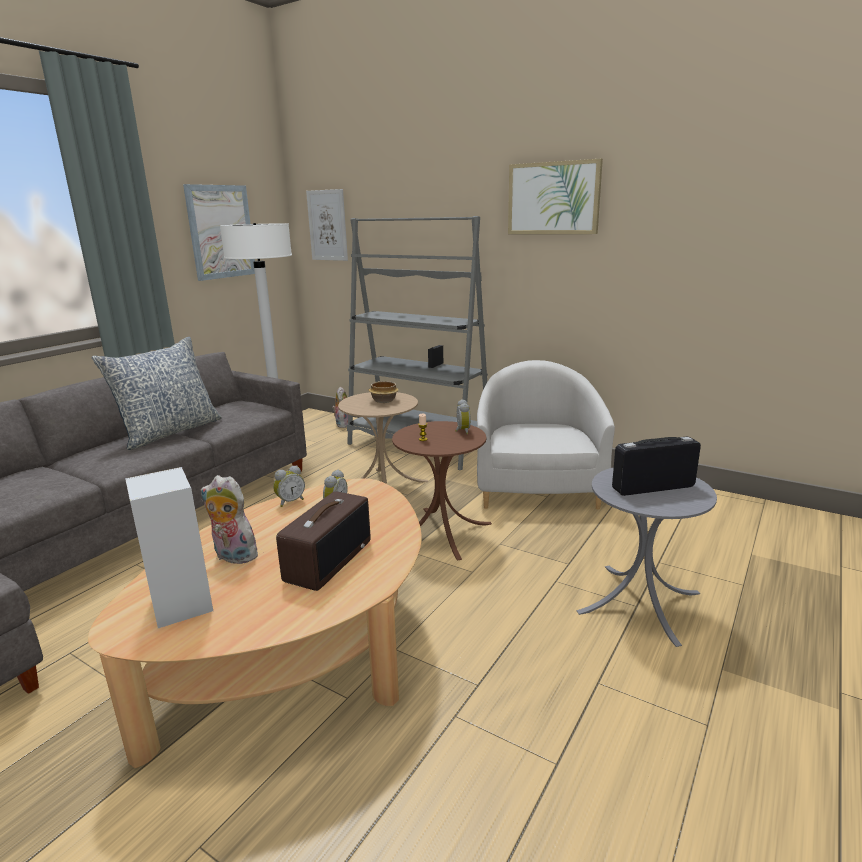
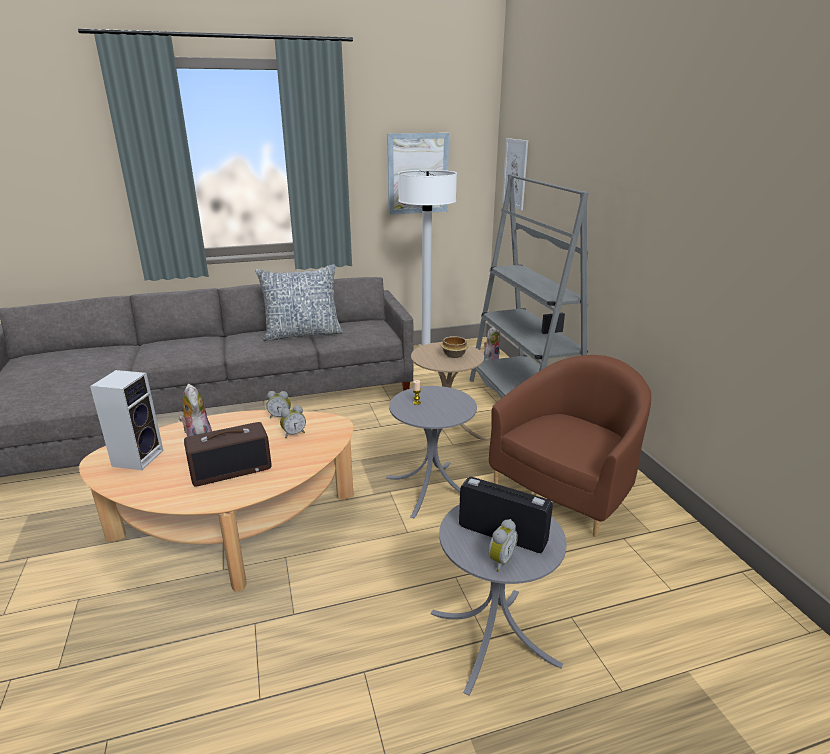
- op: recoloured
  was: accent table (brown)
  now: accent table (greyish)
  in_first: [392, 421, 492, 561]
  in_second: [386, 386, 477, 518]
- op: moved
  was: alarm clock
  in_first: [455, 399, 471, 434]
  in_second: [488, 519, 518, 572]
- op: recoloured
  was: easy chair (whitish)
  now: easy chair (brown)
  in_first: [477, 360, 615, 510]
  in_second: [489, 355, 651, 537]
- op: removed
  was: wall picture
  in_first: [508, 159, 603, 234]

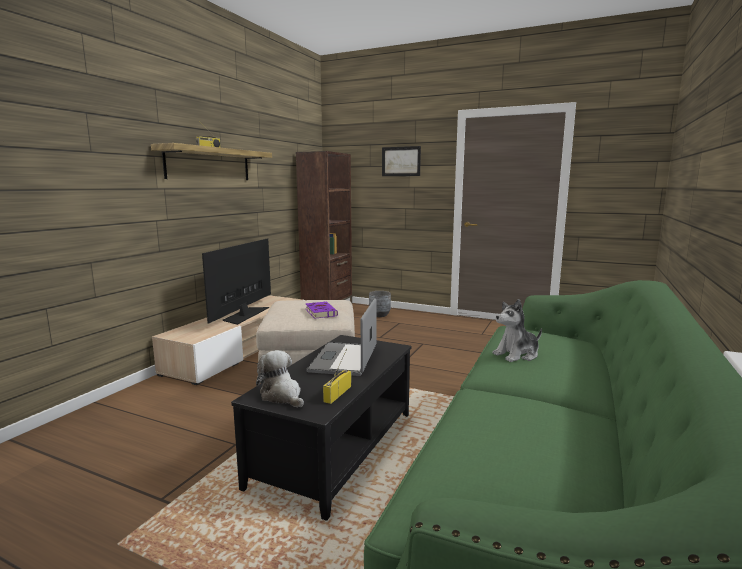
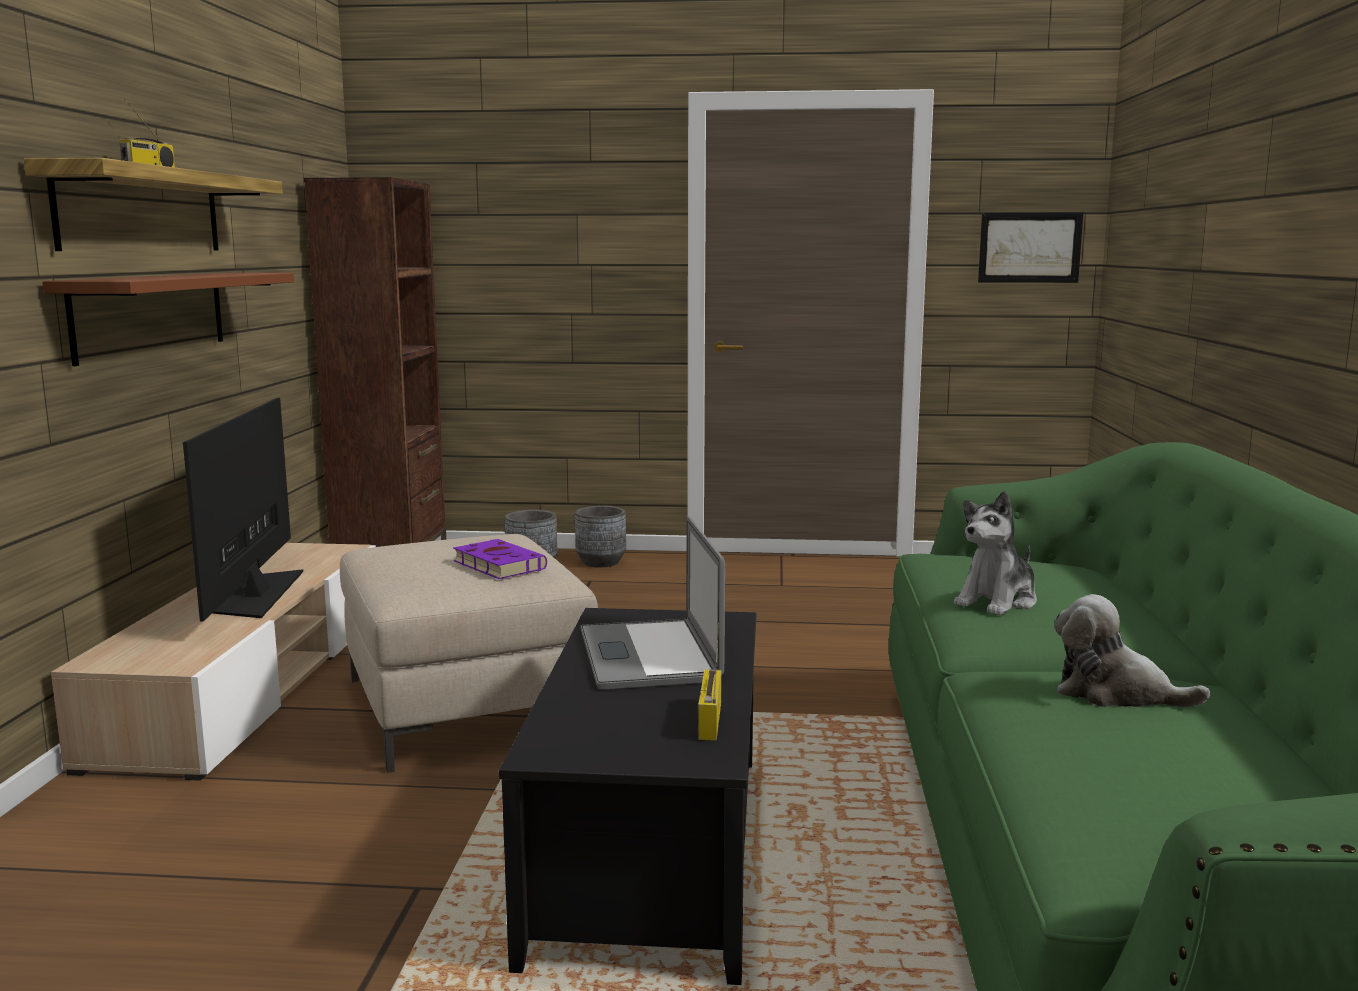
- op: added
  now: bracket shelf (brown)
  in_second: [43, 273, 294, 366]
- op: added
  now: planter (greyish)
  in_second: [575, 506, 626, 567]
- op: moved
  was: wall picture
  in_first: [382, 146, 421, 176]
  in_second: [978, 212, 1083, 283]
- op: moved
  was: cuddly toy
  in_first: [256, 350, 304, 408]
  in_second: [1054, 594, 1210, 708]

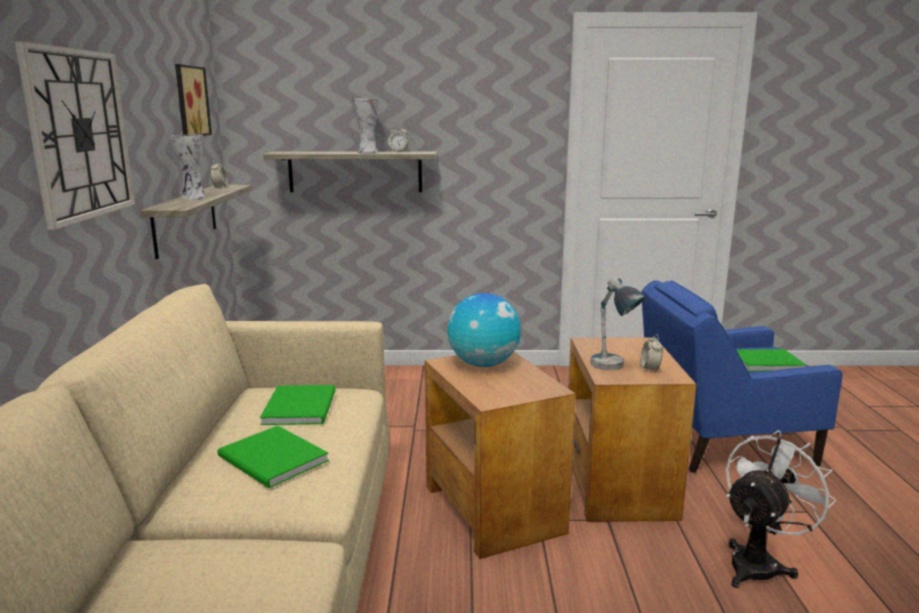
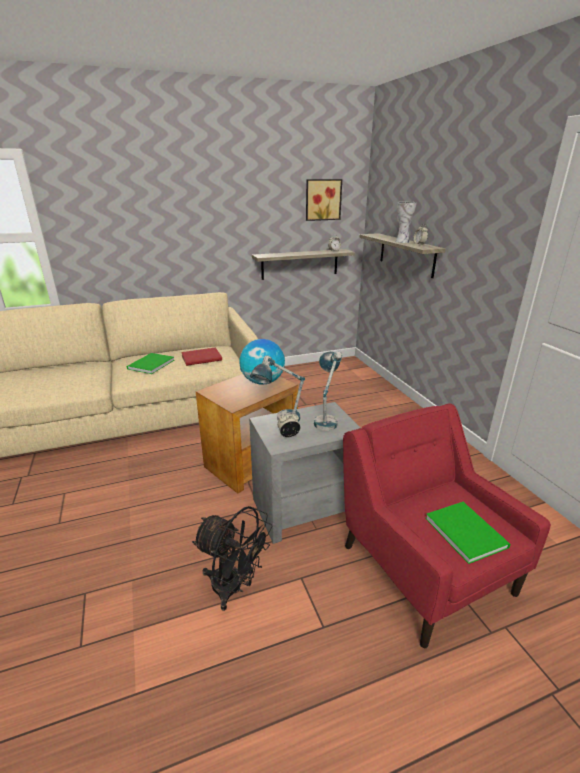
- op: recoloured
  was: book (green-coloured)
  now: book (reddish)
  in_first: [260, 385, 335, 425]
  in_second: [181, 347, 222, 366]
- op: recoloured
  was: cooling fan (whitish)
  now: cooling fan (black-coloured)
  in_first: [726, 430, 836, 588]
  in_second: [192, 506, 272, 611]
- op: recoloured
  was: accent table (brown)
  now: accent table (greyish)
  in_first: [568, 337, 697, 522]
  in_second: [249, 402, 361, 544]
- op: added
  now: table lamp
  in_second: [314, 351, 342, 431]
- op: recoloured
  was: easy chair (blue-coloured)
  now: easy chair (reddish)
  in_first: [642, 280, 843, 473]
  in_second: [343, 403, 551, 648]
- op: removed
  was: hanging clock
  in_first: [15, 41, 135, 230]
- op: removed
  was: decorative vase
  in_first: [171, 135, 207, 200]

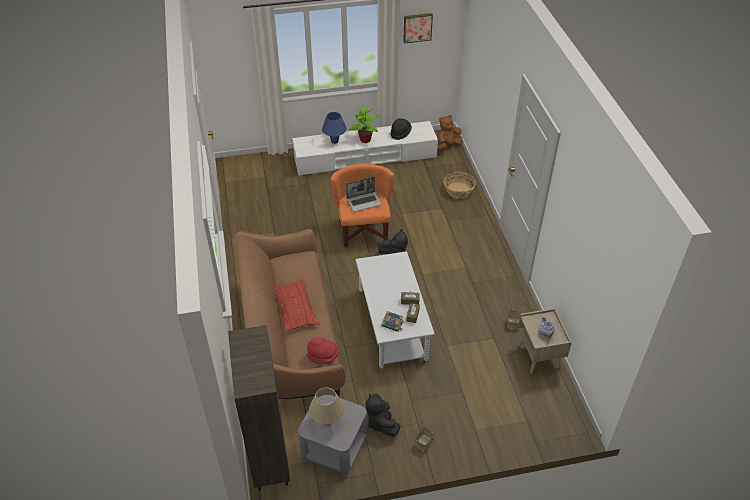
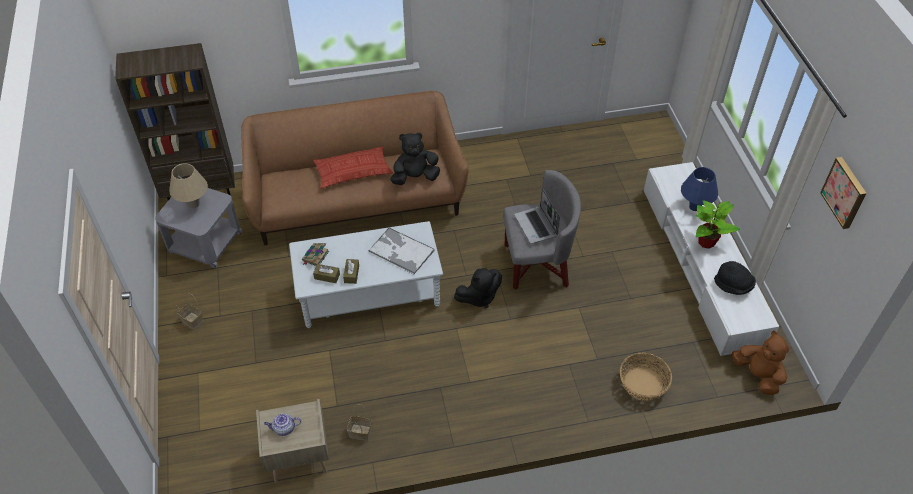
- op: added
  now: tray
  in_second: [368, 228, 435, 275]
- op: moved
  was: cuddly toy (black-coloured)
  in_first: [366, 393, 400, 436]
  in_second: [390, 132, 440, 185]
- op: recoloured
  was: easy chair (orange-coloured)
  now: easy chair (greyish)
  in_first: [331, 164, 394, 248]
  in_second: [503, 170, 581, 290]
- op: removed
  was: clothing hat (reddish)
  in_first: [307, 337, 339, 364]

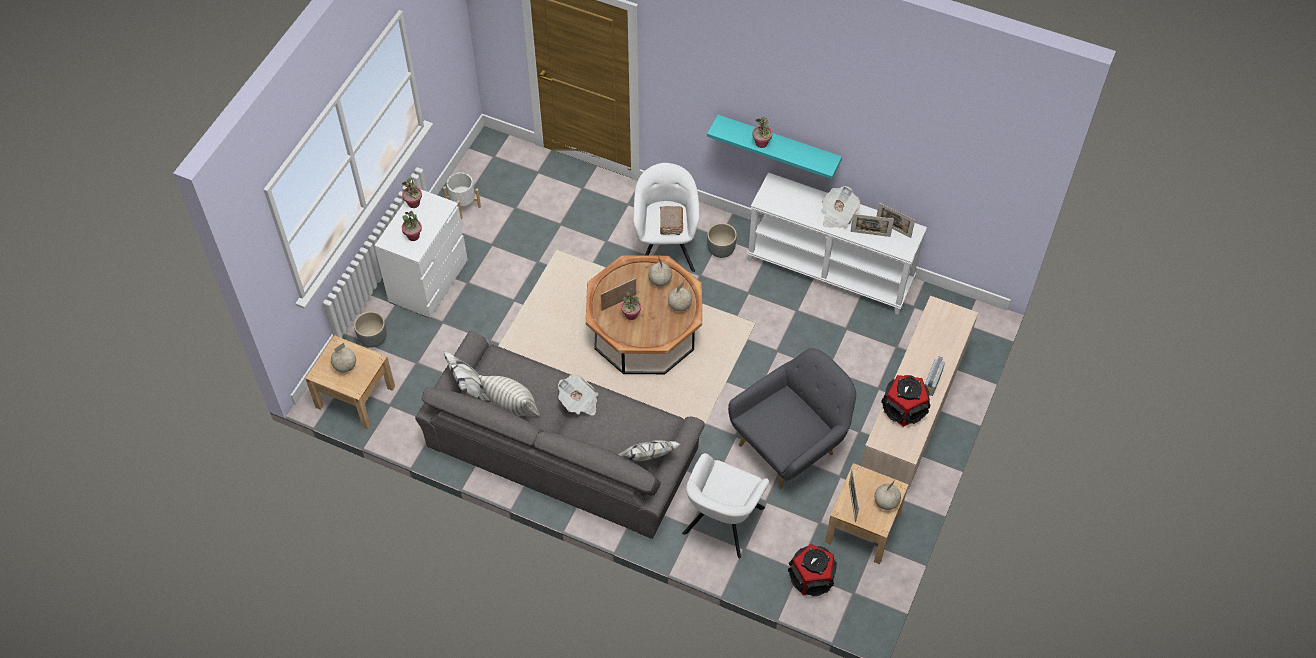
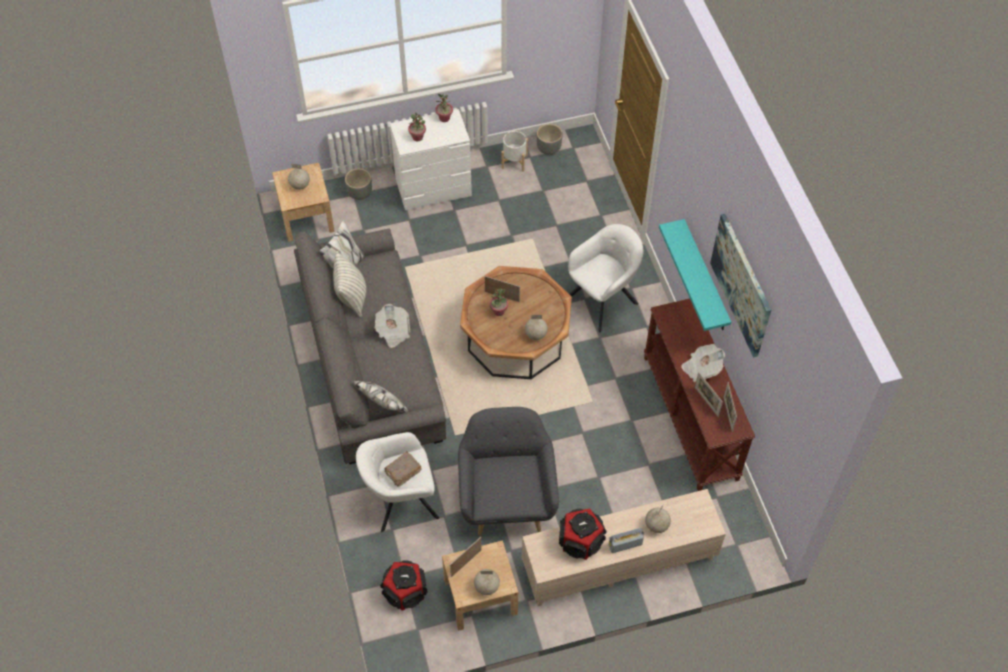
- op: moved
  was: book (brown)
  in_first: [660, 206, 683, 235]
  in_second: [384, 451, 421, 487]
- op: turned
  was: easy chair (greyish)
  in_first: [728, 348, 856, 489]
  in_second: [458, 407, 559, 536]
  clockwise: -105
- op: moved
  was: planter (greyish)
  in_first: [707, 223, 737, 258]
  in_second: [537, 124, 563, 155]
- op: recoloured
  was: console table (whitish)
  now: console table (brown)
  in_first: [747, 172, 927, 315]
  in_second: [644, 299, 755, 491]
- op: moved
  was: globe
  in_first: [648, 256, 672, 287]
  in_second: [645, 505, 671, 533]
- op: added
  now: wall picture
  in_second: [710, 214, 771, 357]
- op: removed
  was: houseplant
  in_first: [752, 116, 772, 148]

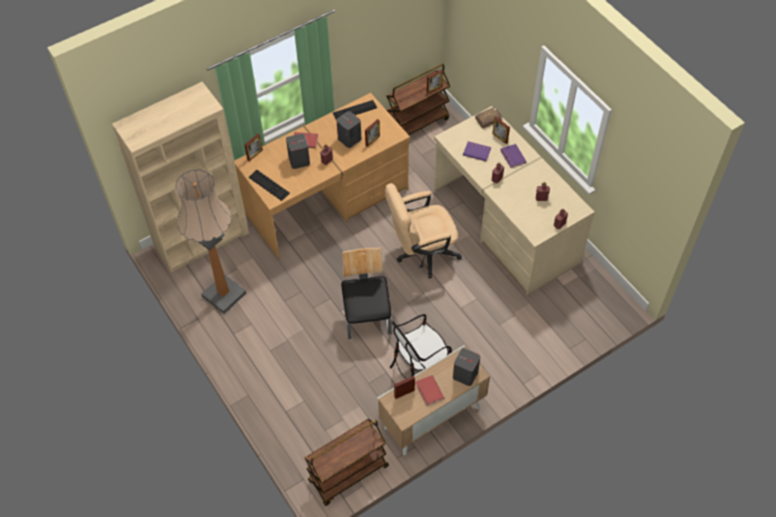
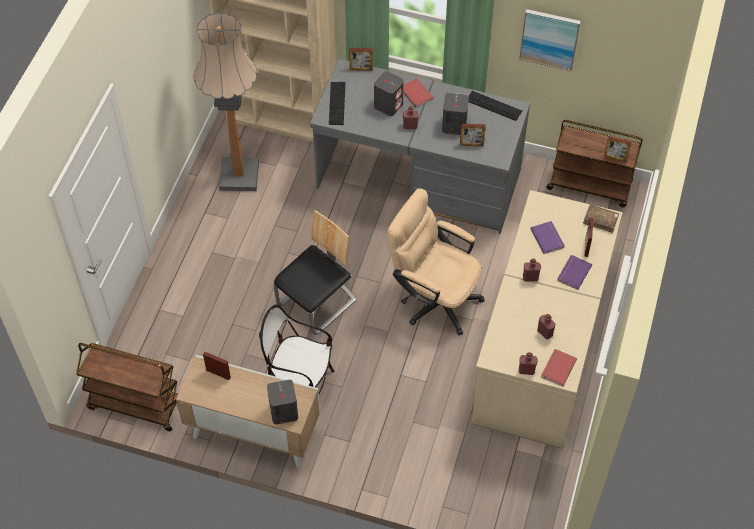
- op: recoloured
  was: desk unit (brown)
  now: desk unit (greyish)
  in_first: [234, 93, 410, 259]
  in_second: [310, 59, 530, 234]
- op: added
  now: wall picture
  in_second: [519, 9, 581, 71]
- op: moved
  was: book (reddish)
  in_first: [415, 375, 444, 406]
  in_second: [541, 349, 577, 386]

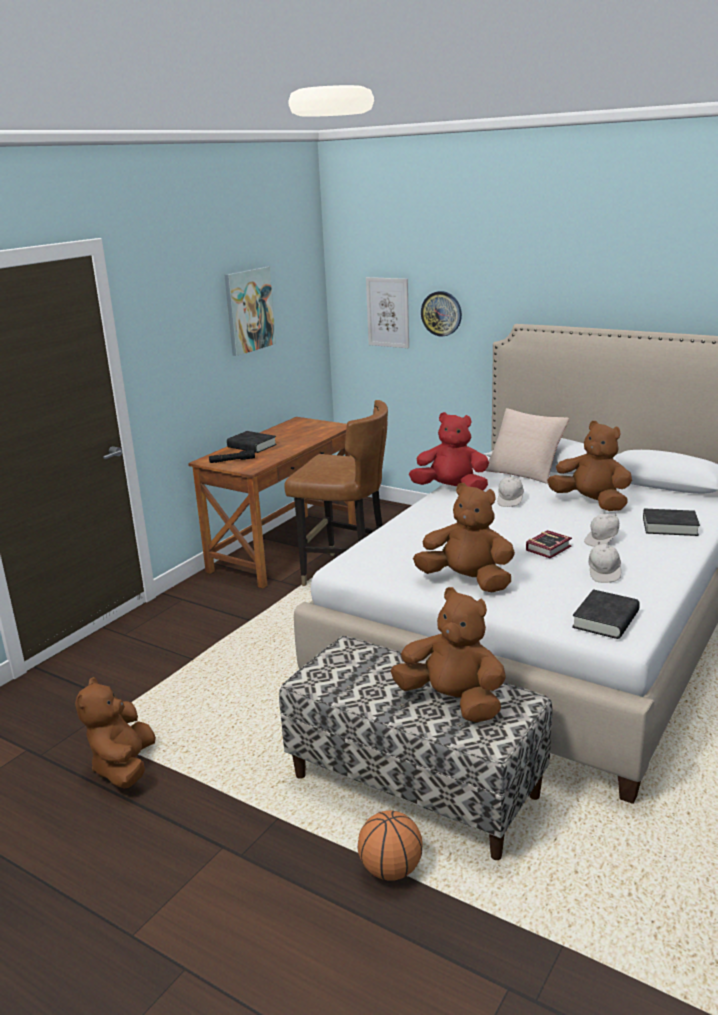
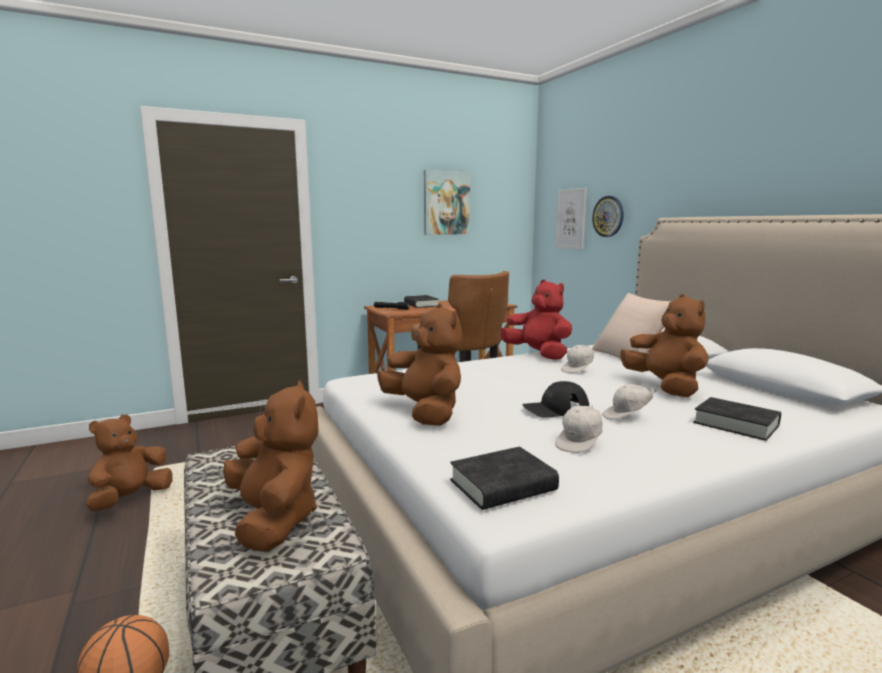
- op: replaced
  was: book
  now: cap (black-coloured)
  in_first: [526, 530, 572, 558]
  in_second: [522, 381, 589, 418]

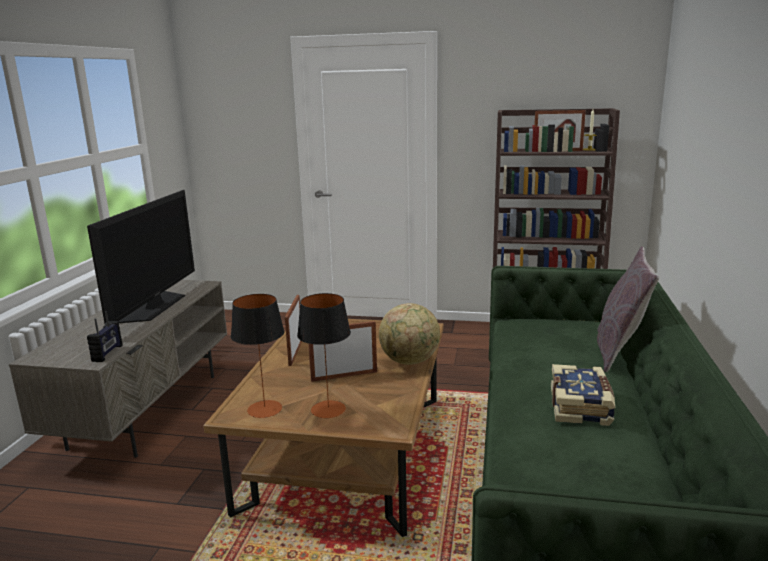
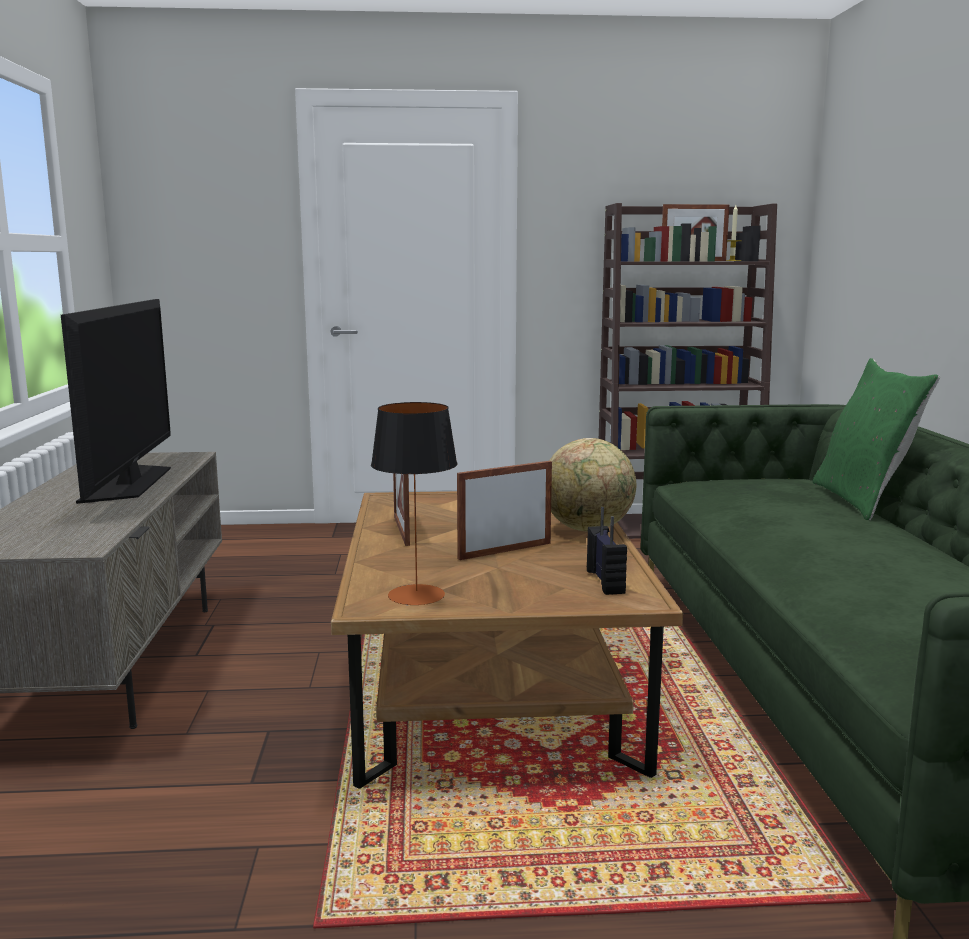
- op: moved
  was: radio
  in_first: [87, 311, 123, 362]
  in_second: [587, 507, 627, 595]
- op: recoloured
  was: throw pillow (greyish)
  now: throw pillow (green-coloured)
  in_first: [597, 246, 659, 372]
  in_second: [812, 358, 940, 520]
- op: removed
  was: table lamp
  in_first: [297, 293, 351, 418]
- op: removed
  was: book
  in_first: [551, 364, 615, 426]

